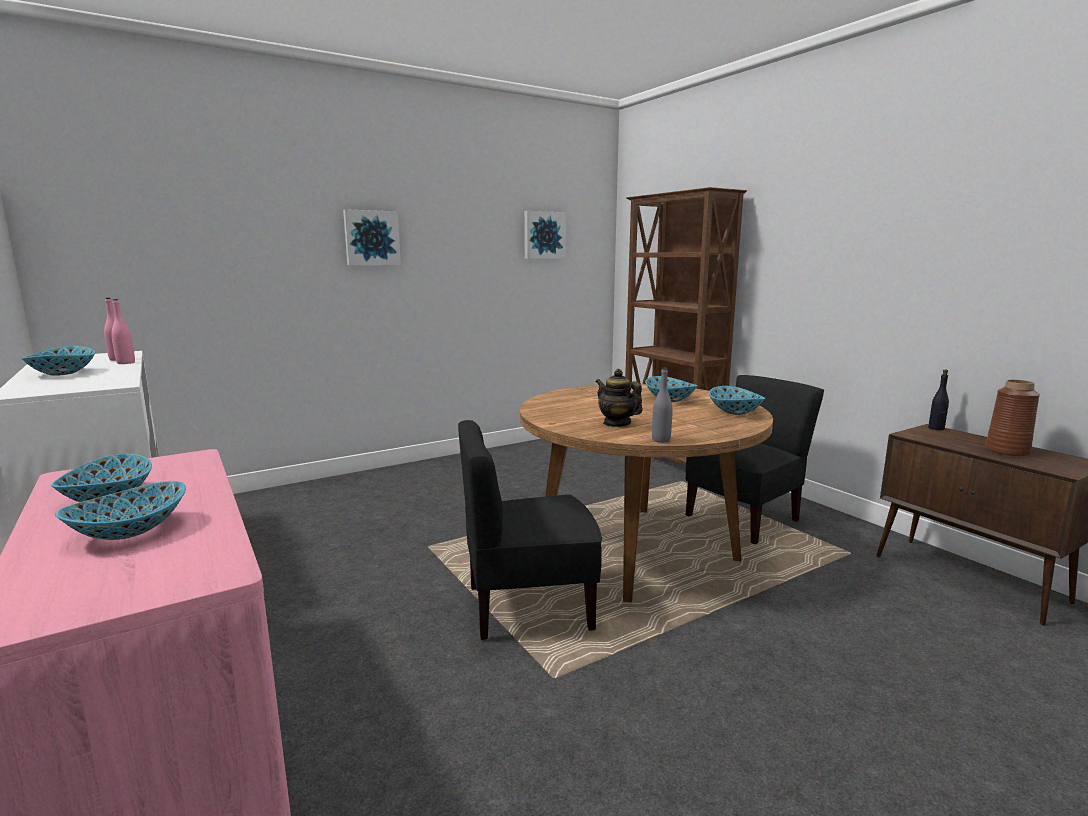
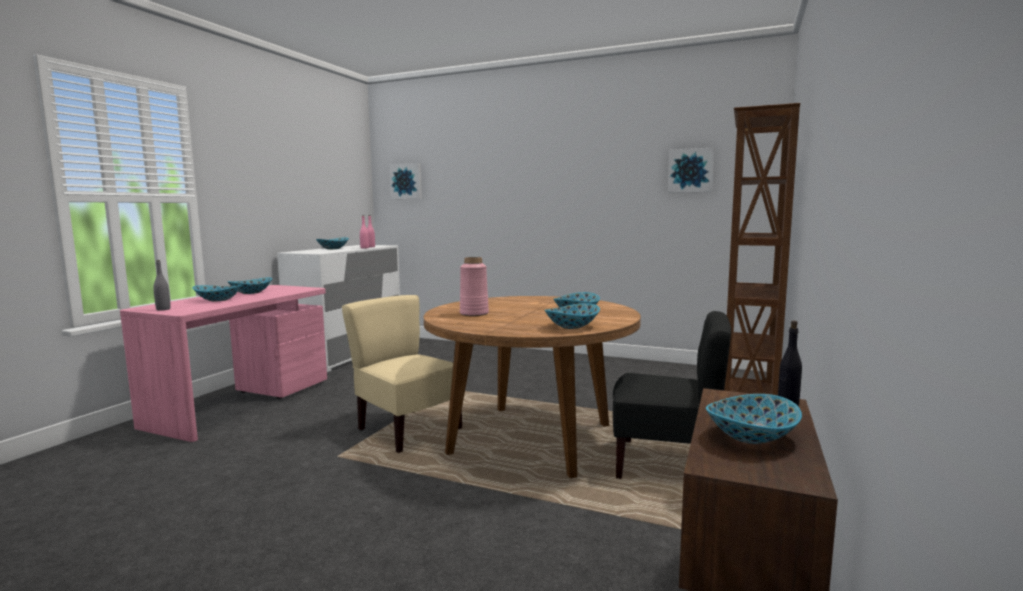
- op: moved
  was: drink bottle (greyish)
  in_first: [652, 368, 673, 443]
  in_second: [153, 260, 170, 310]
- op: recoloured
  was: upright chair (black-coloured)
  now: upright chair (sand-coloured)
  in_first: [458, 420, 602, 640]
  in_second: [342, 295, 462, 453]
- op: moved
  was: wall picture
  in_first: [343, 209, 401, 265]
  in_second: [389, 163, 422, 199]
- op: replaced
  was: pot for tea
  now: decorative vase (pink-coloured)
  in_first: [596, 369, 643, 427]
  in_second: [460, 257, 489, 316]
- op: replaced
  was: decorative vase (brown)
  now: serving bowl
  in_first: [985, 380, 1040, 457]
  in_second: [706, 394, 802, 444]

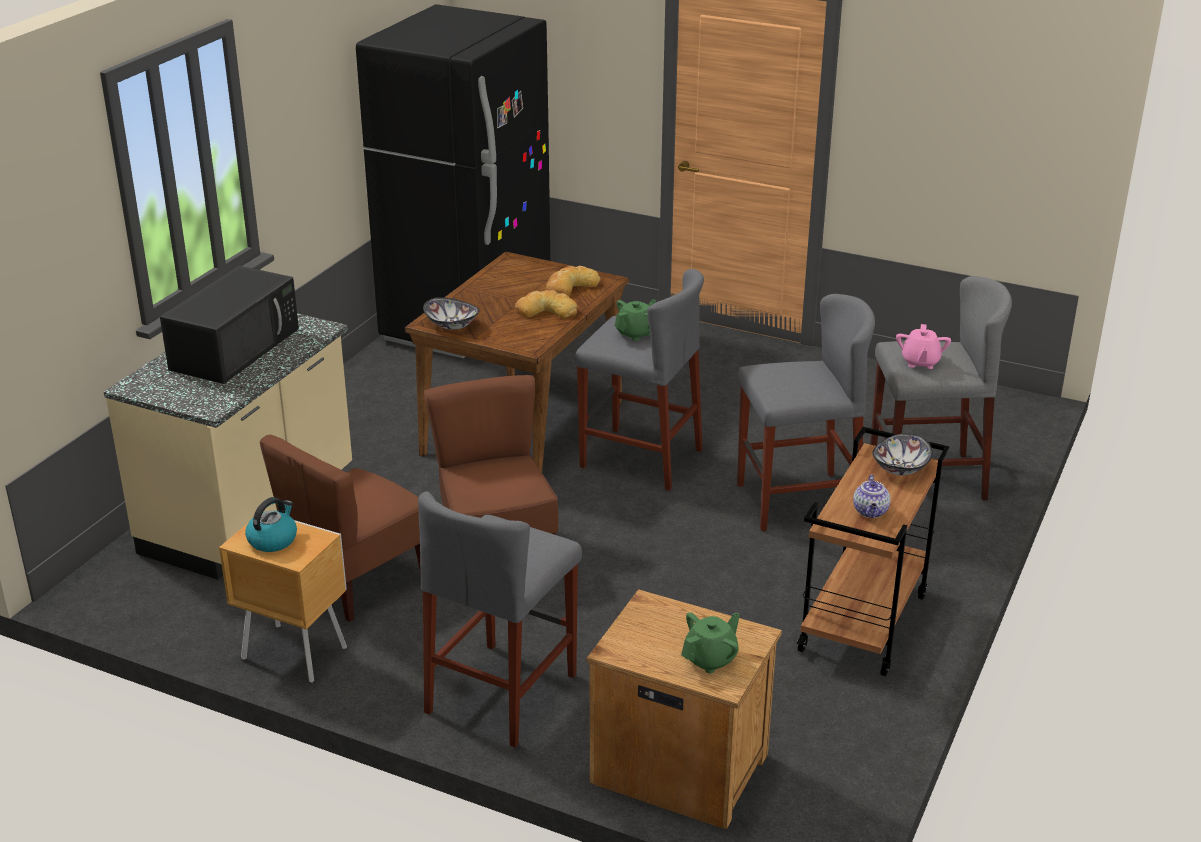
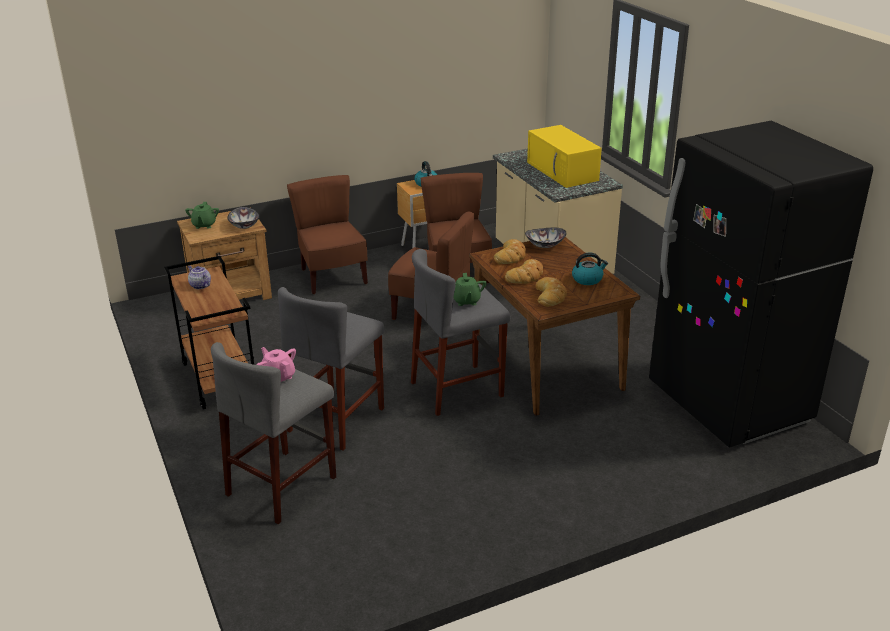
- op: moved
  was: serving bowl
  in_first: [872, 433, 933, 476]
  in_second: [227, 207, 259, 229]
- op: replaced
  was: stool (greyish)
  now: upright chair (brown)
  in_first: [418, 492, 582, 747]
  in_second: [287, 175, 368, 294]
- op: added
  now: bread
  in_second: [494, 239, 526, 264]
- op: recoloured
  was: microwave (black-coloured)
  now: microwave (yellow-coloured)
  in_first: [160, 266, 299, 384]
  in_second: [527, 125, 602, 188]
- op: added
  now: tea kettle
  in_second: [572, 252, 608, 285]

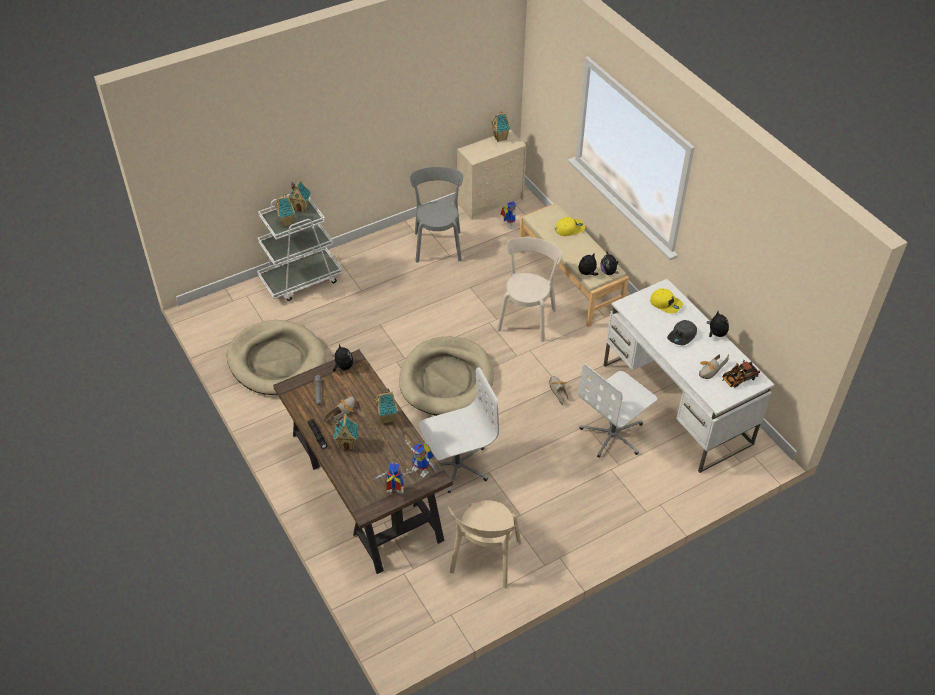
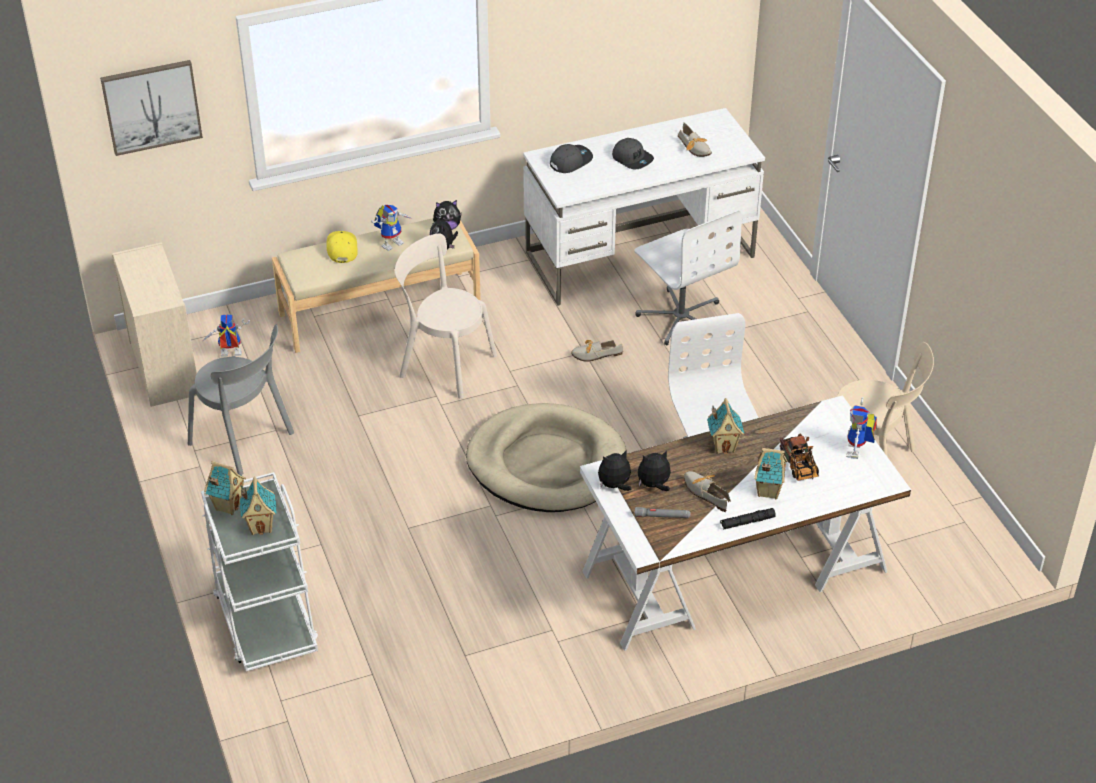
- op: added
  now: wall picture
  in_second: [100, 60, 203, 156]
- op: turned
  was: upright chair (greyish)
  in_first: [410, 167, 463, 262]
  in_second: [188, 325, 294, 476]
  clockwise: -150
- op: moved
  was: toy robot
  in_first: [405, 440, 437, 478]
  in_second: [371, 205, 412, 251]
- op: recoloured
  was: cap (yellow-coloured)
  now: cap (greyish)
  in_first: [650, 288, 683, 314]
  in_second: [550, 144, 593, 173]
- op: recoloured
  was: desk unit (brown)
  now: desk unit (whitish)
  in_first: [273, 349, 452, 574]
  in_second: [580, 395, 911, 651]
- op: moved
  was: cuddly toy
  in_first: [707, 311, 729, 337]
  in_second: [638, 450, 671, 491]
- op: moved
  was: model truck
  in_first: [722, 360, 760, 387]
  in_second: [780, 434, 819, 481]
- op: removed
  was: pet bed (sand-coloured)
  in_first: [227, 320, 326, 395]
- op: removed
  was: toy house
  in_first: [491, 111, 511, 142]

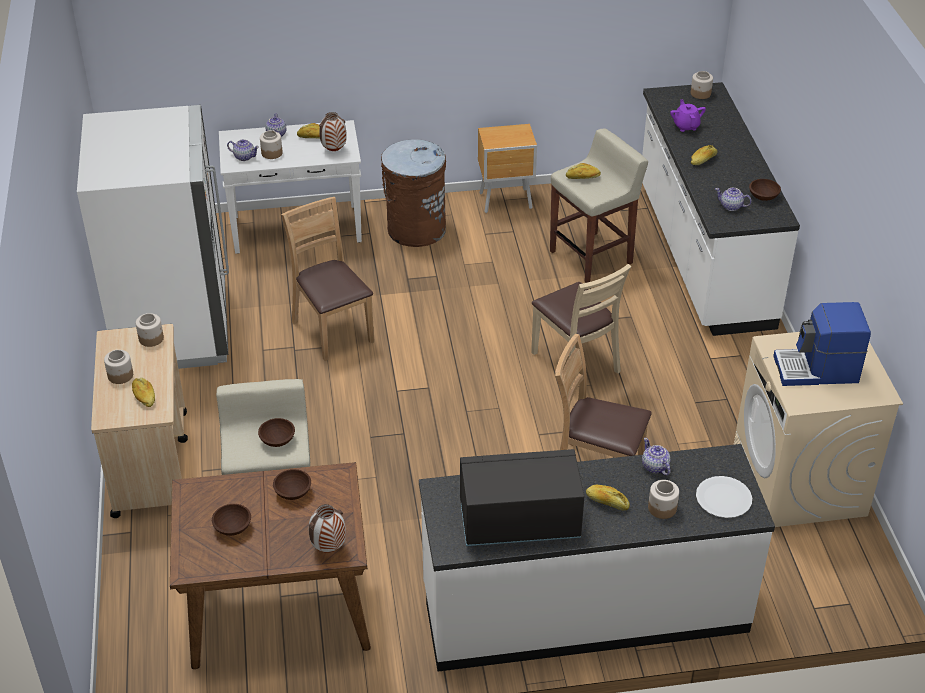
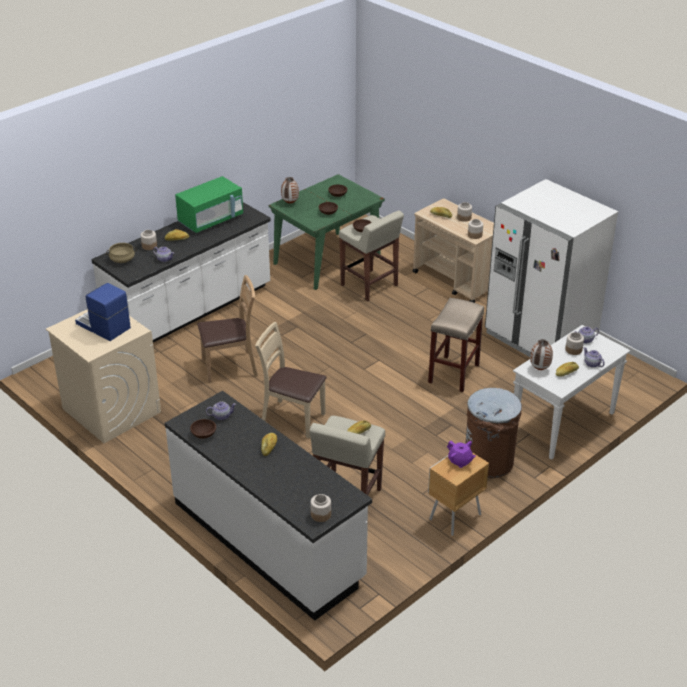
- op: turned
  was: coffee machine
  in_first: [773, 302, 871, 386]
  in_second: [75, 283, 131, 341]
  clockwise: -105
- op: replaced
  was: dinner plate (whitish)
  now: stockpot (sand-coloured)
  in_first: [696, 476, 752, 518]
  in_second: [106, 243, 137, 263]
- op: recoloured
  was: microwave (black-coloured)
  now: microwave (green-coloured)
  in_first: [460, 449, 585, 546]
  in_second: [175, 176, 243, 233]
- op: recoloured
  was: kitchen table (brown)
  now: kitchen table (green-coloured)
  in_first: [170, 462, 371, 669]
  in_second: [269, 174, 385, 290]
- op: replaced
  was: upright chair (brown)
  now: stool (sand-coloured)
  in_first: [281, 197, 374, 361]
  in_second: [428, 298, 484, 392]
- op: moved
  was: pot for tea (purple-coloured)
  in_first: [670, 99, 706, 132]
  in_second: [447, 441, 475, 468]

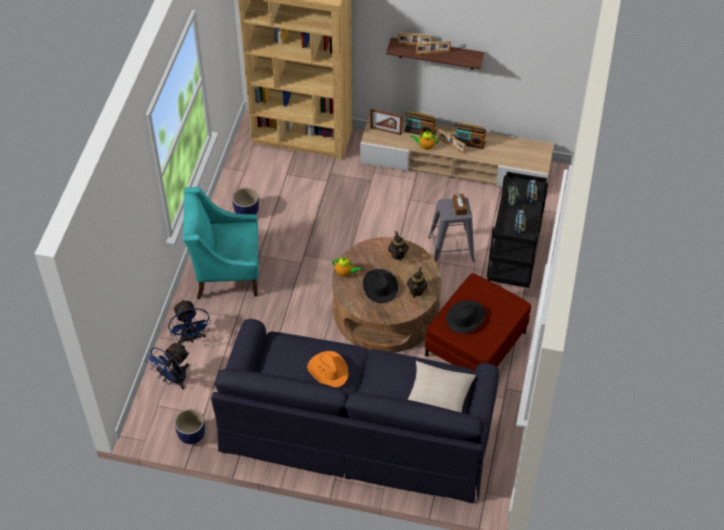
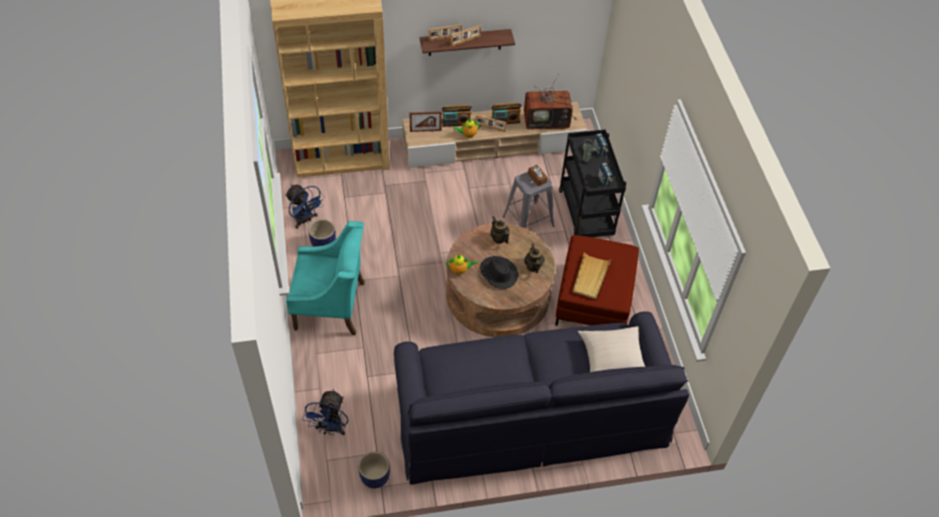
- op: moved
  was: cooling fan (blue-coloured)
  in_first: [168, 300, 211, 343]
  in_second: [285, 184, 325, 229]
- op: turned
  was: easy chair (turquoise-coloured)
  in_first: [183, 187, 259, 299]
  in_second: [286, 221, 365, 335]
  clockwise: -150
- op: added
  now: television
  in_second: [524, 73, 576, 130]
- op: replaced
  was: clothing hat (black-coloured)
  now: tray (sand-coloured)
  in_first: [446, 300, 486, 334]
  in_second: [573, 252, 611, 299]
- op: removed
  was: clothing hat (orange-coloured)
  in_first: [307, 351, 348, 388]

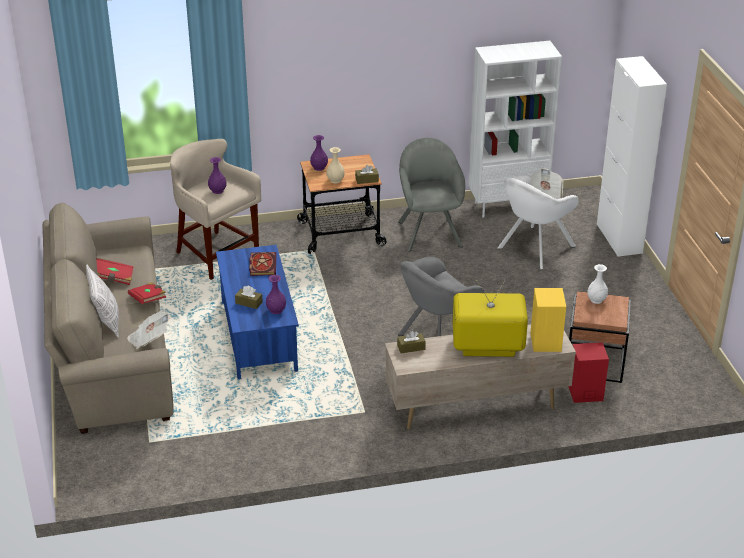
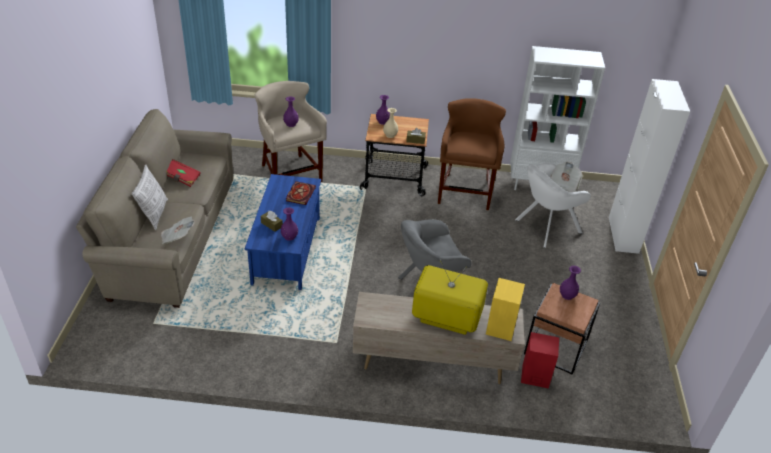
- op: replaced
  was: easy chair (greyish)
  now: stool (brown)
  in_first: [398, 138, 465, 252]
  in_second: [438, 98, 506, 211]
- op: recoloured
  was: decorative vase (whitish)
  now: decorative vase (purple-coloured)
  in_first: [587, 264, 608, 304]
  in_second: [560, 266, 581, 300]
- op: removed
  was: book (reddish)
  in_first: [128, 282, 166, 304]
- op: removed
  was: tissue holder (brown)
  in_first: [397, 331, 426, 353]

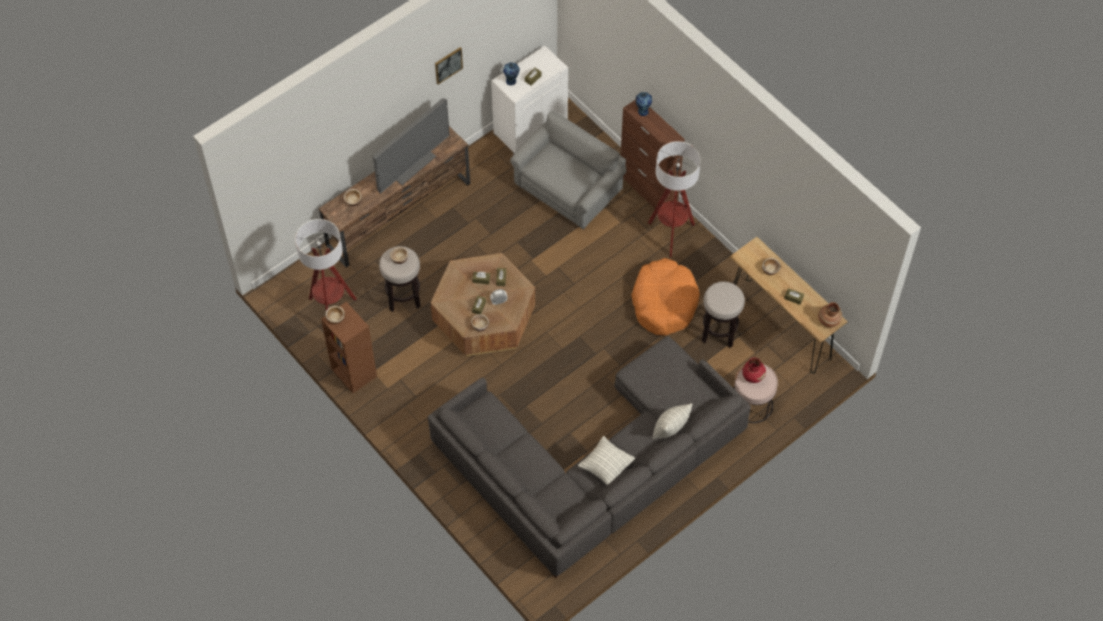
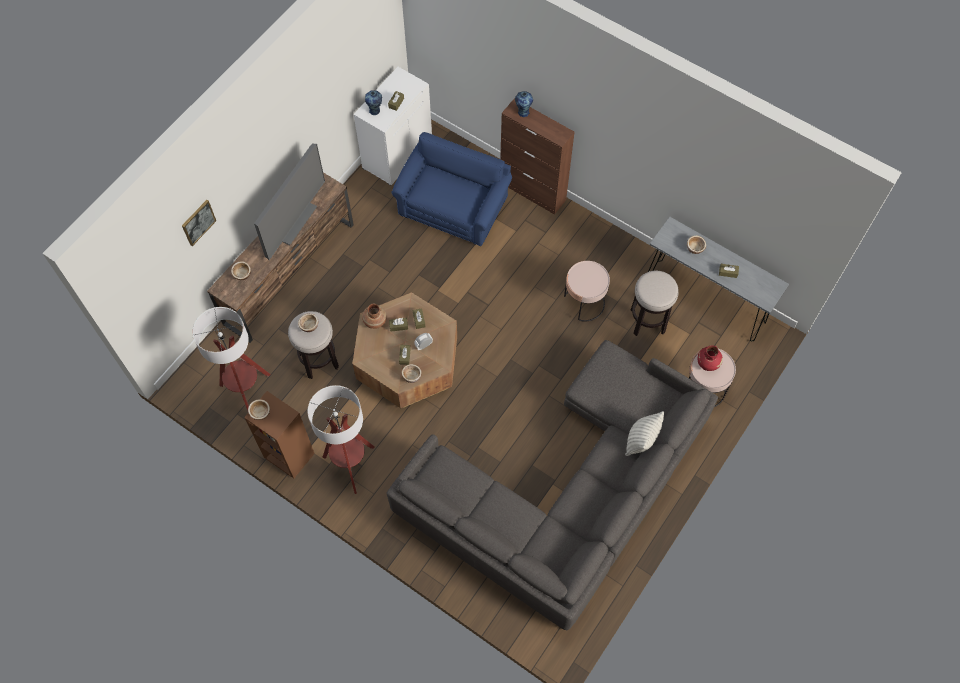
- op: moved
  was: wall picture
  in_first: [435, 47, 463, 84]
  in_second: [182, 200, 216, 246]
- op: moved
  was: standing lamp
  in_first: [648, 141, 701, 257]
  in_second: [308, 385, 375, 494]
- op: moved
  was: decorative vase (brown)
  in_first: [818, 302, 842, 327]
  in_second: [362, 304, 387, 329]
- op: recoloured
  was: easy chair (greyish)
  now: easy chair (blue-coloured)
  in_first: [510, 111, 626, 229]
  in_second: [391, 132, 512, 246]
- op: replaced
  was: pet bed (orange-coloured)
  now: accent table (pink-coloured)
  in_first: [631, 258, 700, 335]
  in_second: [564, 261, 610, 321]
- op: recoloured
  was: console table (brown)
  now: console table (greyish)
  in_first: [730, 237, 848, 373]
  in_second: [648, 217, 789, 342]
- op: removed
  was: throw pillow
  in_first: [578, 436, 635, 485]

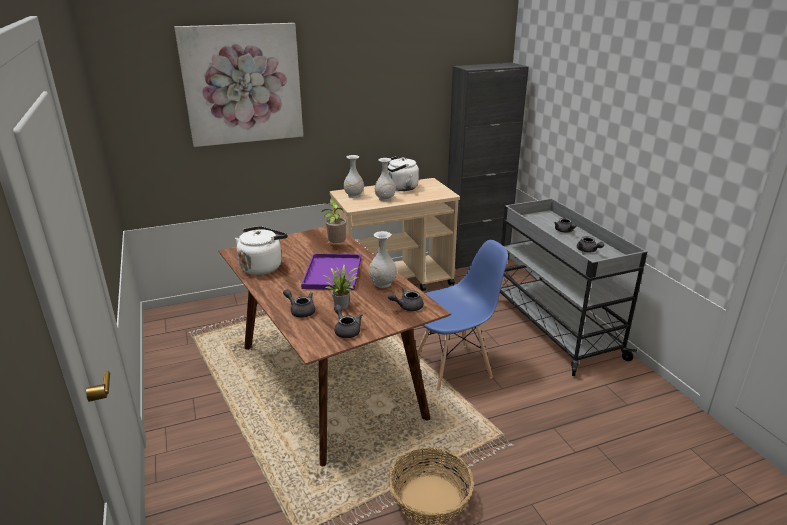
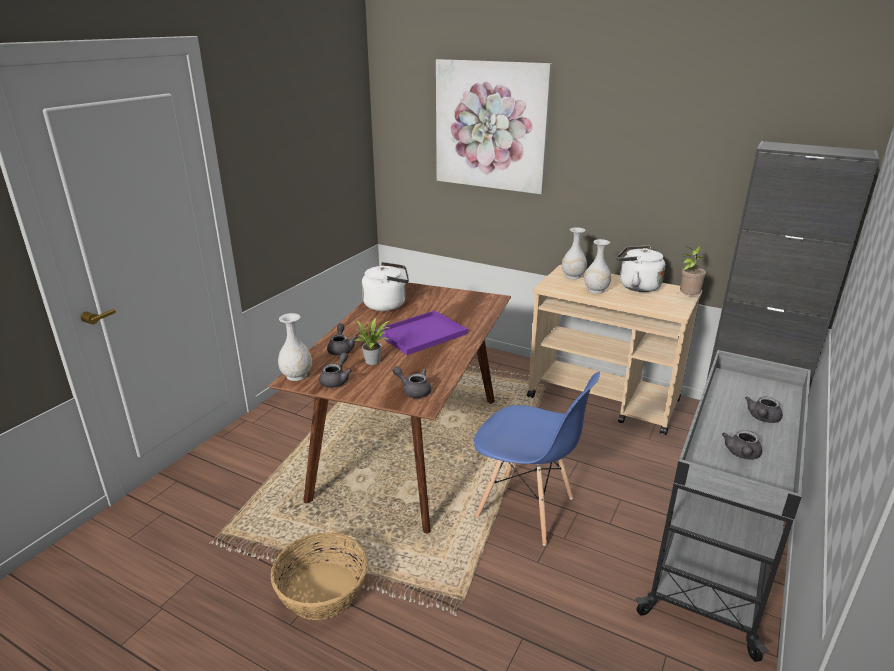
- op: moved
  was: decorative vase (whitish)
  in_first: [369, 231, 397, 288]
  in_second: [278, 313, 312, 381]
- op: moved
  was: houseplant
  in_first: [321, 199, 347, 244]
  in_second: [680, 246, 706, 295]

